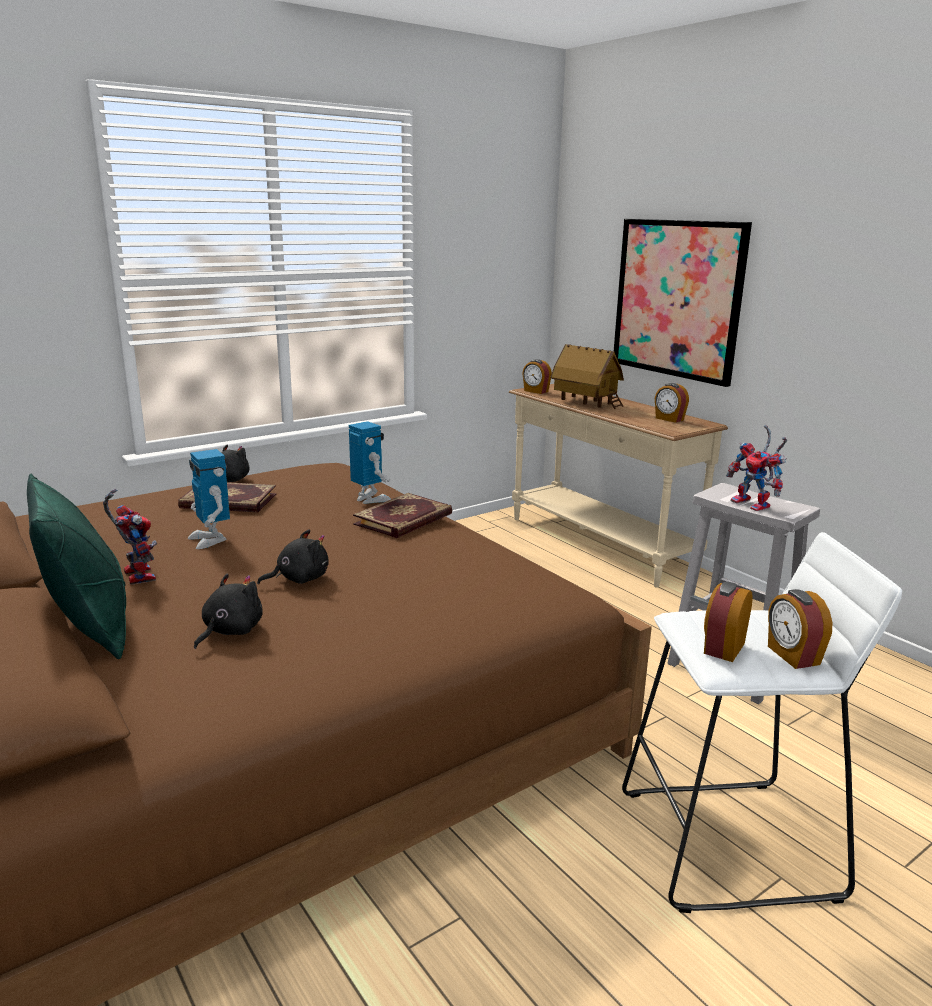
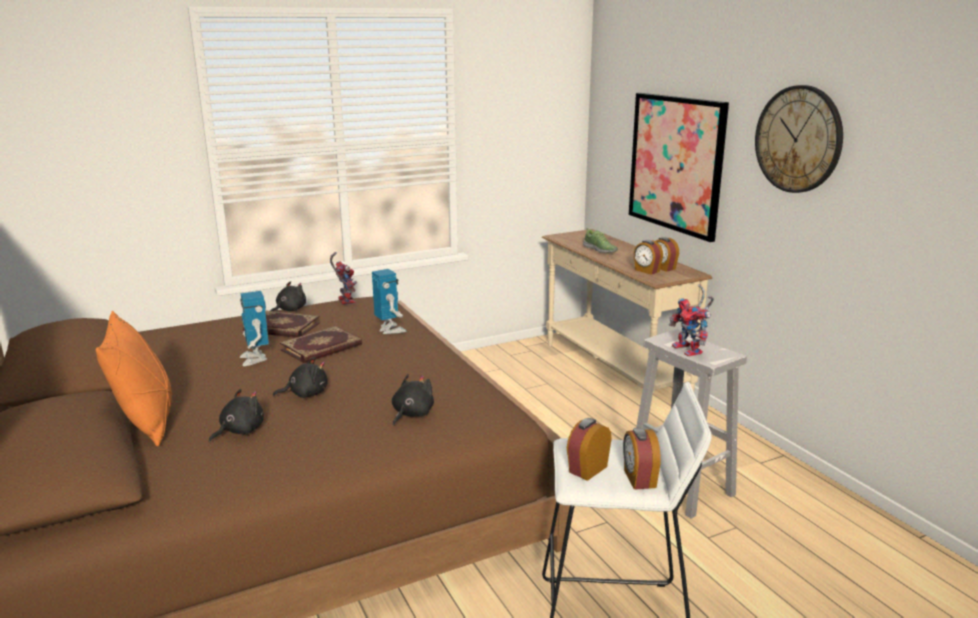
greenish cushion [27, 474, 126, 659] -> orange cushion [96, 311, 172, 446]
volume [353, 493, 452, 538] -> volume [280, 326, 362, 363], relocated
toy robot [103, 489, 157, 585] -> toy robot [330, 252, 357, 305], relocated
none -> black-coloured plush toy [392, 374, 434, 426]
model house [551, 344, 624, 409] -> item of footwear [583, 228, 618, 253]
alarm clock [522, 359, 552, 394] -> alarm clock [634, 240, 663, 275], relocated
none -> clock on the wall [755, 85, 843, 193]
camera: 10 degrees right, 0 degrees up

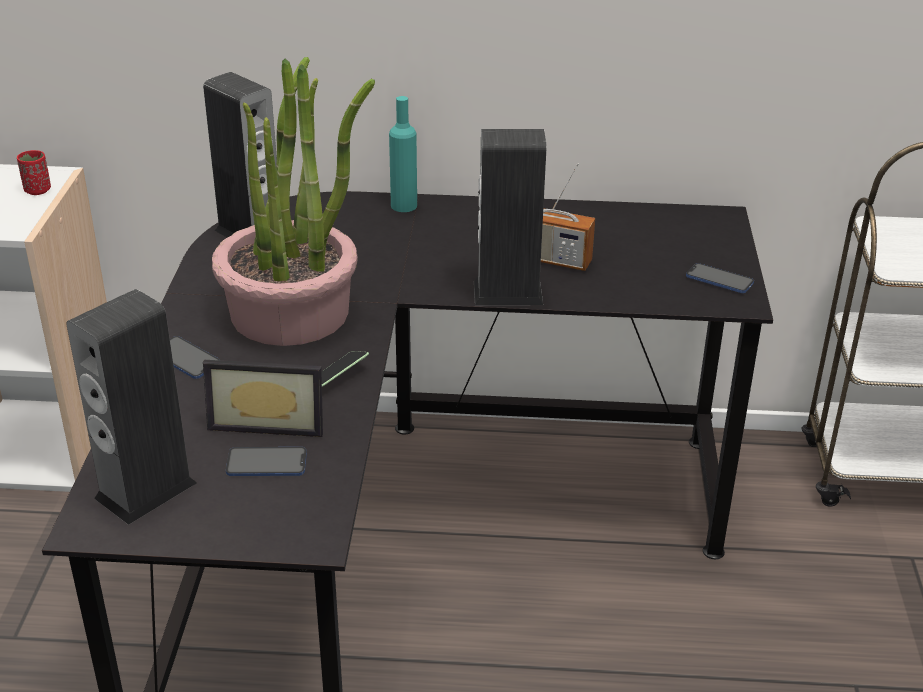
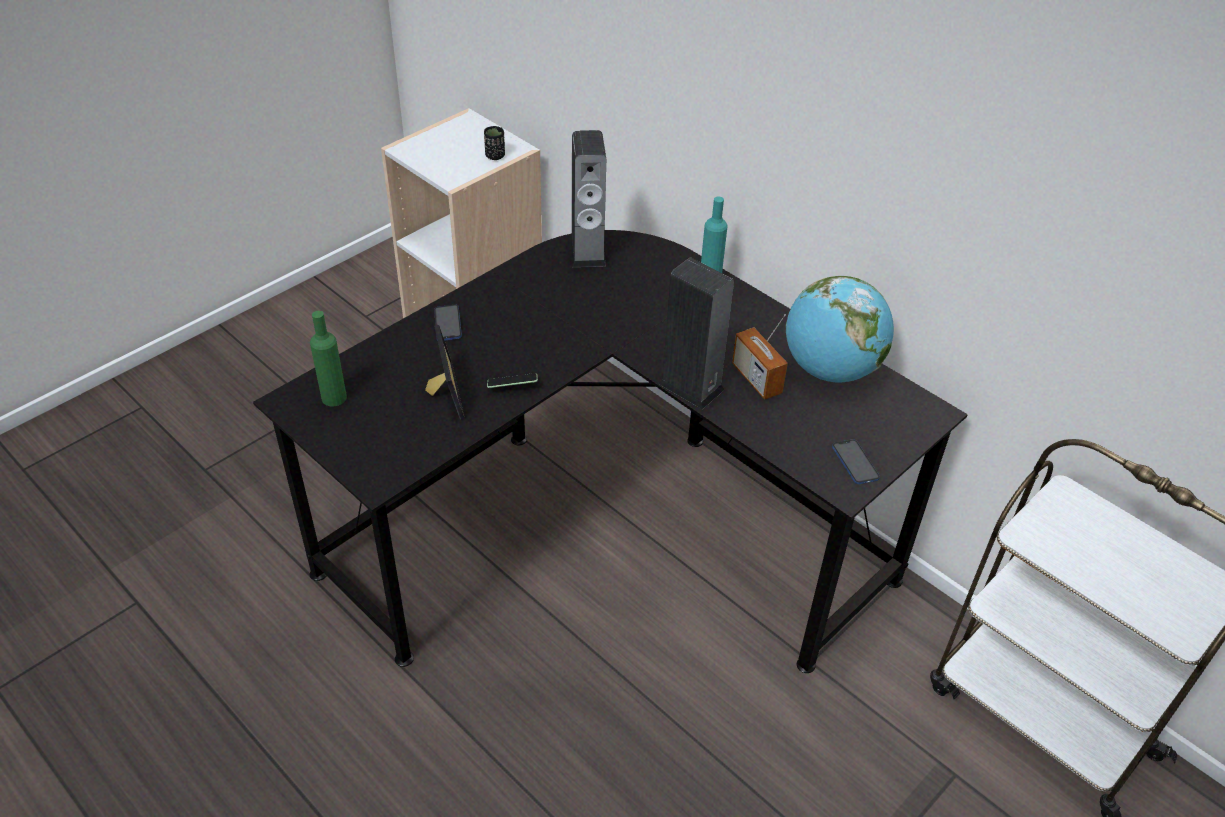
speaker [66, 289, 197, 525] -> greenish bottle [310, 311, 347, 406]
photo frame [203, 360, 323, 437] -> photo frame [425, 325, 464, 420], 150 degrees counterclockwise
red cup [17, 150, 51, 195] -> black-coloured cup [484, 126, 505, 160]
none -> world globe [785, 276, 894, 383]
potted plant [212, 57, 375, 346] -> none
phone [226, 447, 307, 476] -> none
camera: 40 degrees right, 10 degrees up

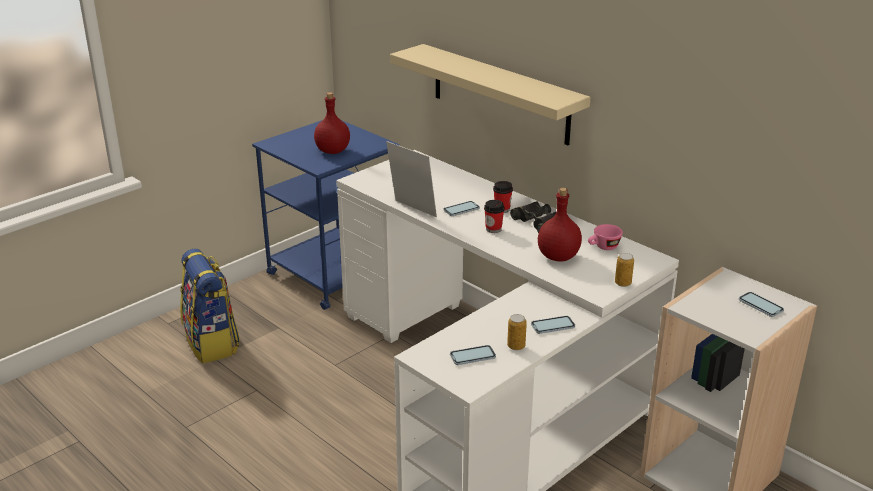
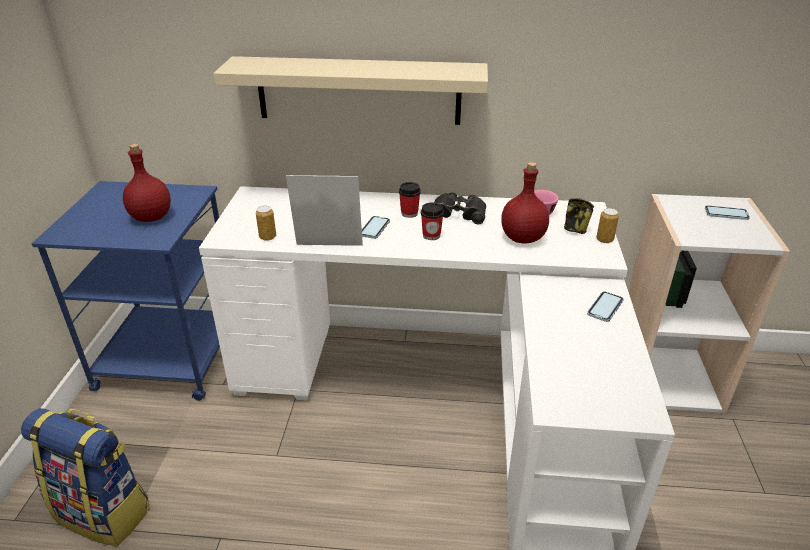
sealed can [507, 314, 527, 350] -> sealed can [256, 206, 276, 241], relocated
none -> tea mug [564, 198, 594, 234]
phone [450, 345, 496, 365] -> none
camera: 40 degrees left, 5 degrees up

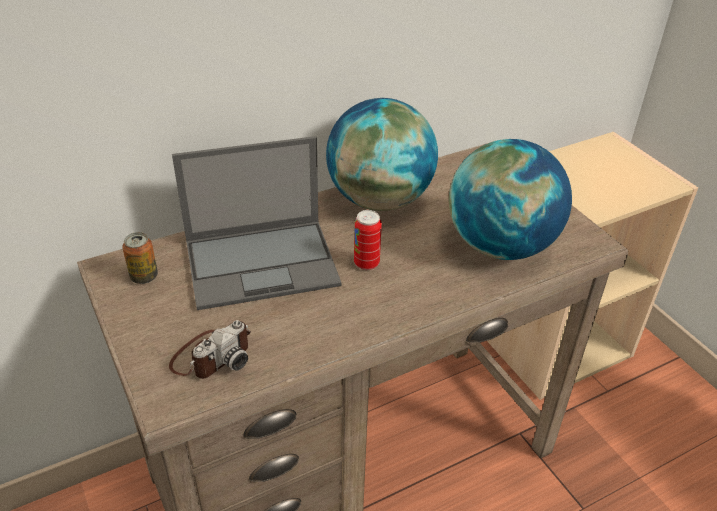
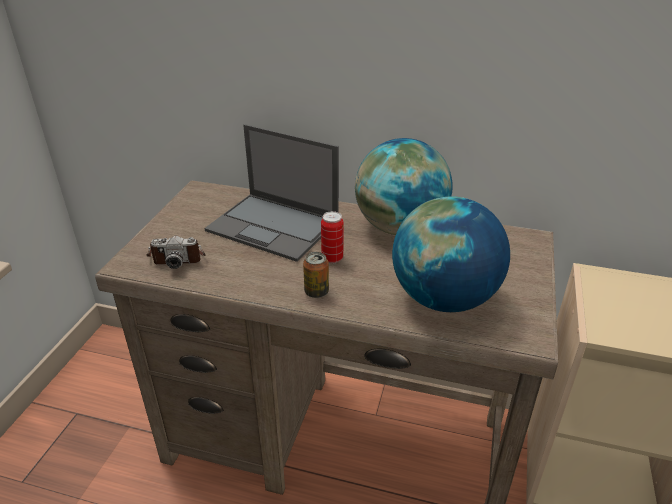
sealed can [122, 232, 158, 284] -> sealed can [303, 252, 329, 298], relocated
camera: 45 degrees right, 5 degrees down

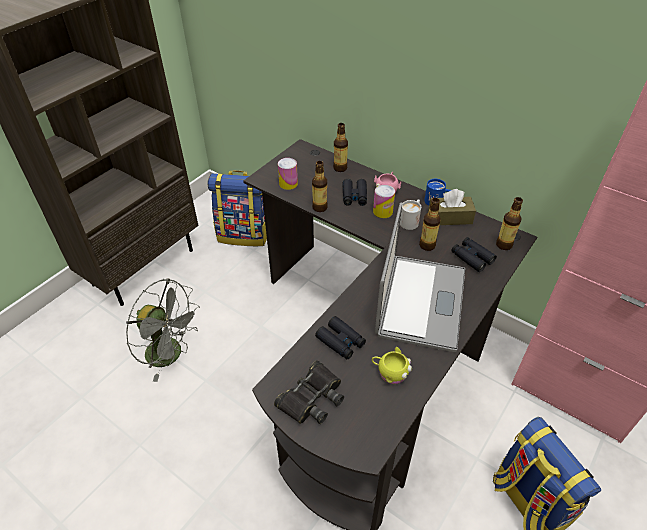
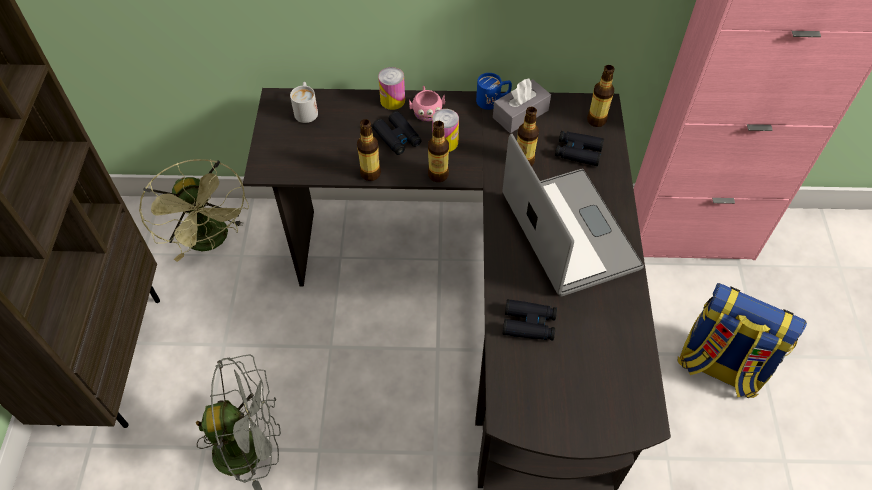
knapsack [208, 170, 267, 246] -> greenish cooling fan [139, 159, 249, 262]
white tea mug [400, 199, 421, 230] -> white tea mug [290, 82, 318, 123], relocated
sealed can [278, 158, 298, 190] -> sealed can [378, 67, 405, 110], relocated
bottle [333, 123, 348, 172] -> bottle [428, 121, 449, 182], relocated
brownish box of tissues [428, 189, 476, 225] -> grey box of tissues [493, 79, 551, 133]
black-coloured pair of binoculars [274, 360, 344, 424] -> none
yellowish tea mug [372, 347, 412, 384] -> none
camera: 35 degrees left, 10 degrees up

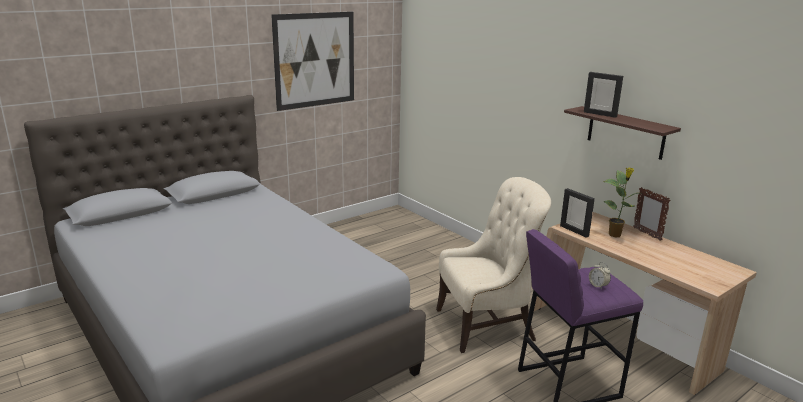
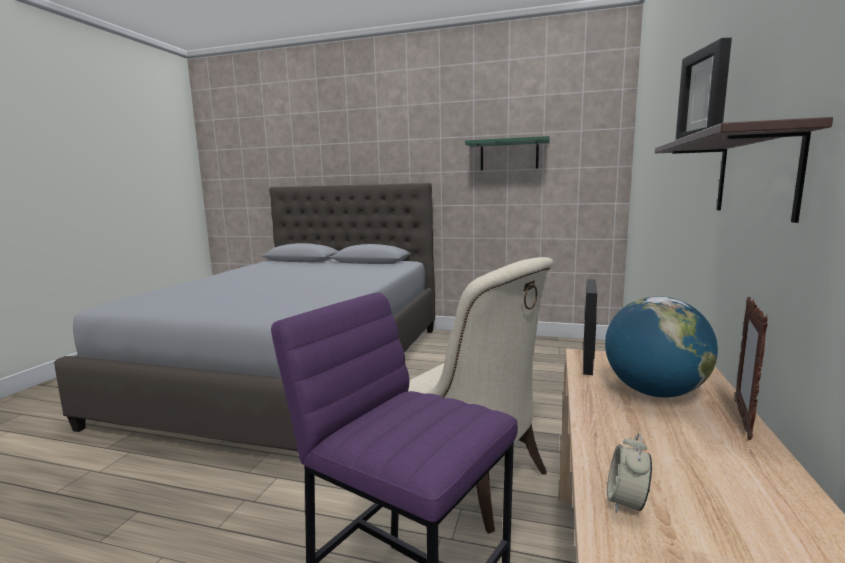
wall picture [271, 12, 354, 111] -> greenish bracket shelf [465, 136, 550, 170]
potted plant [603, 167, 644, 237] -> world globe [605, 296, 718, 398]
alarm clock [589, 262, 611, 290] -> alarm clock [607, 433, 652, 513], relocated
camera: 55 degrees right, 10 degrees down

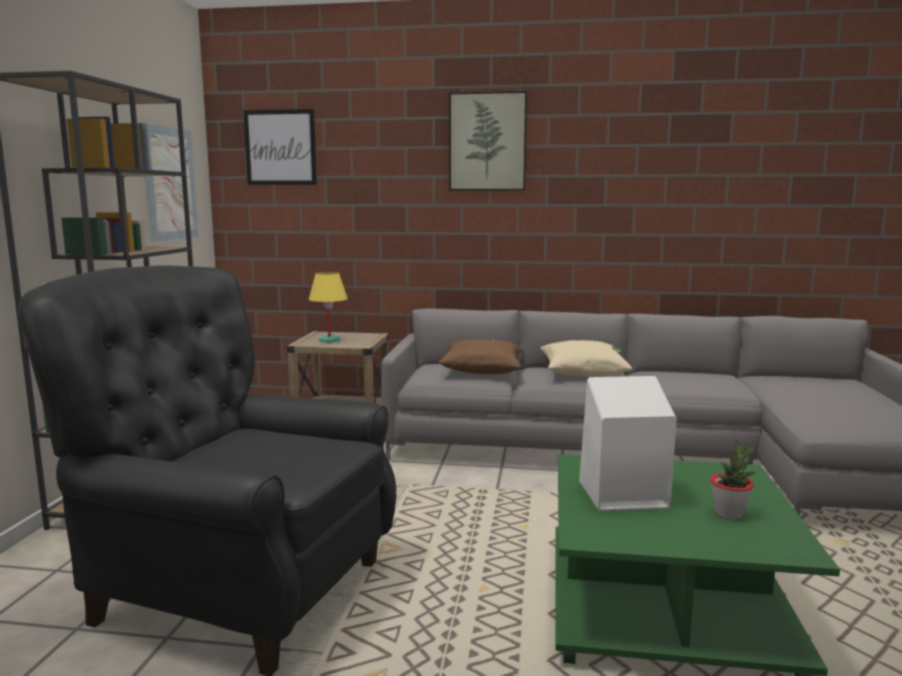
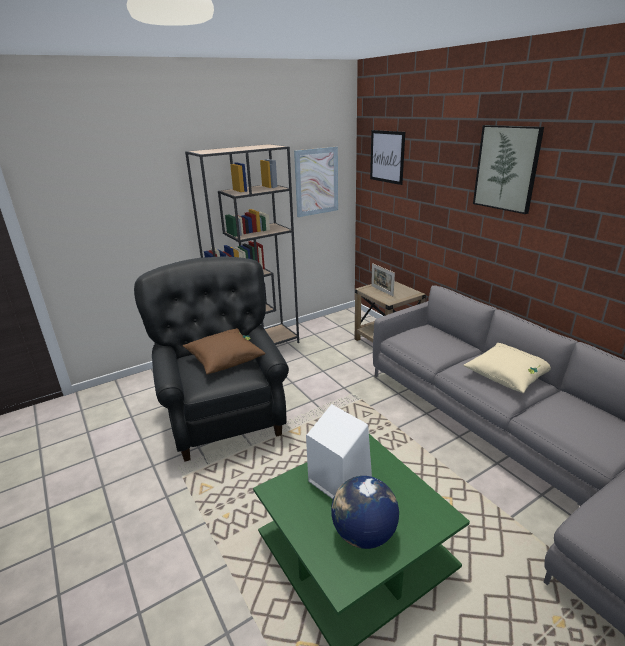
brownish cushion [438, 338, 523, 374] -> brownish cushion [183, 328, 266, 374], relocated
potted plant [710, 440, 756, 519] -> world globe [331, 476, 399, 549]
yellowish table lamp [309, 272, 348, 343] -> photo frame [371, 263, 395, 296]
camera: 50 degrees right, 15 degrees up

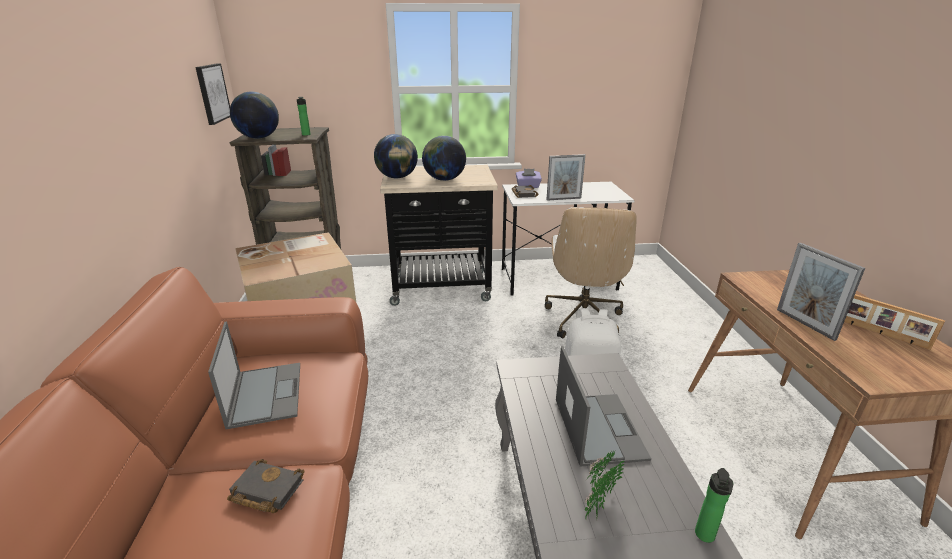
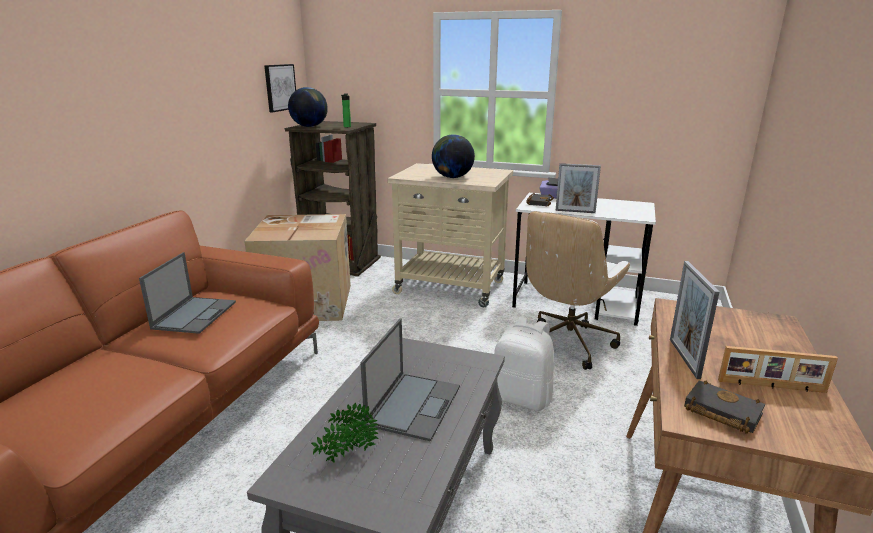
black-coloured cart [380, 165, 498, 306] -> sand-coloured cart [388, 163, 513, 307]
black-coloured volume [227, 459, 304, 513] -> black-coloured volume [684, 381, 765, 434], relocated
photo frame [844, 294, 945, 350] -> photo frame [718, 346, 838, 393], 60 degrees counterclockwise
world globe [374, 134, 418, 178] -> none
bottle [695, 468, 734, 543] -> none
camera: 25 degrees right, 5 degrees down

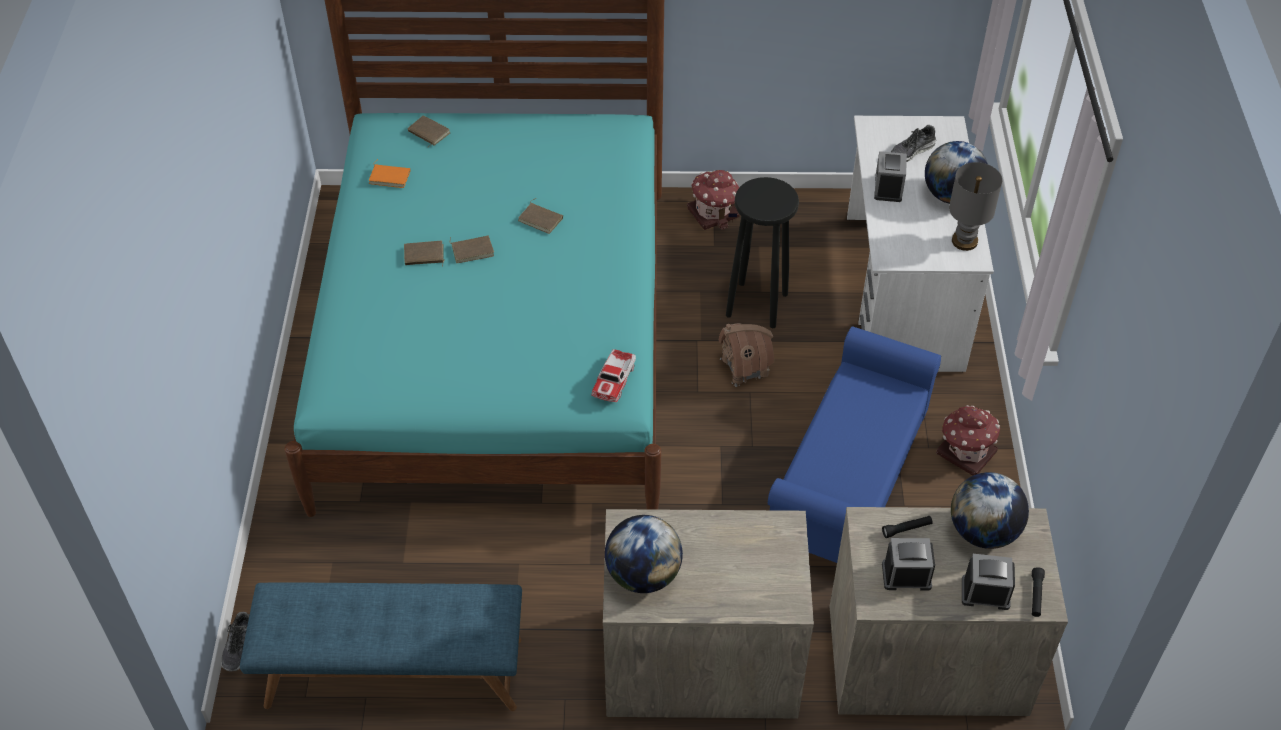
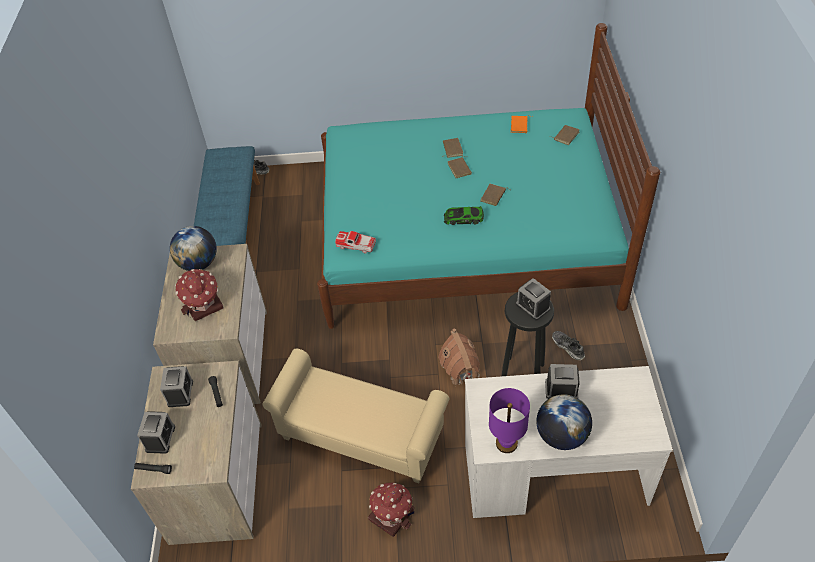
model house [687, 170, 740, 230] -> model house [175, 269, 224, 321], relocated
blue pouffe [768, 326, 941, 563] -> sand-coloured pouffe [262, 349, 449, 483]
none -> model car [444, 206, 484, 225]
grey table lamp [949, 162, 1002, 251] -> purple-coloured table lamp [489, 388, 530, 453]
none -> alarm clock [516, 278, 551, 320]
item of footwear [891, 125, 936, 162] -> item of footwear [552, 331, 585, 360], relocated
world globe [951, 472, 1029, 549] -> none
camera: 90 degrees right, 0 degrees up

